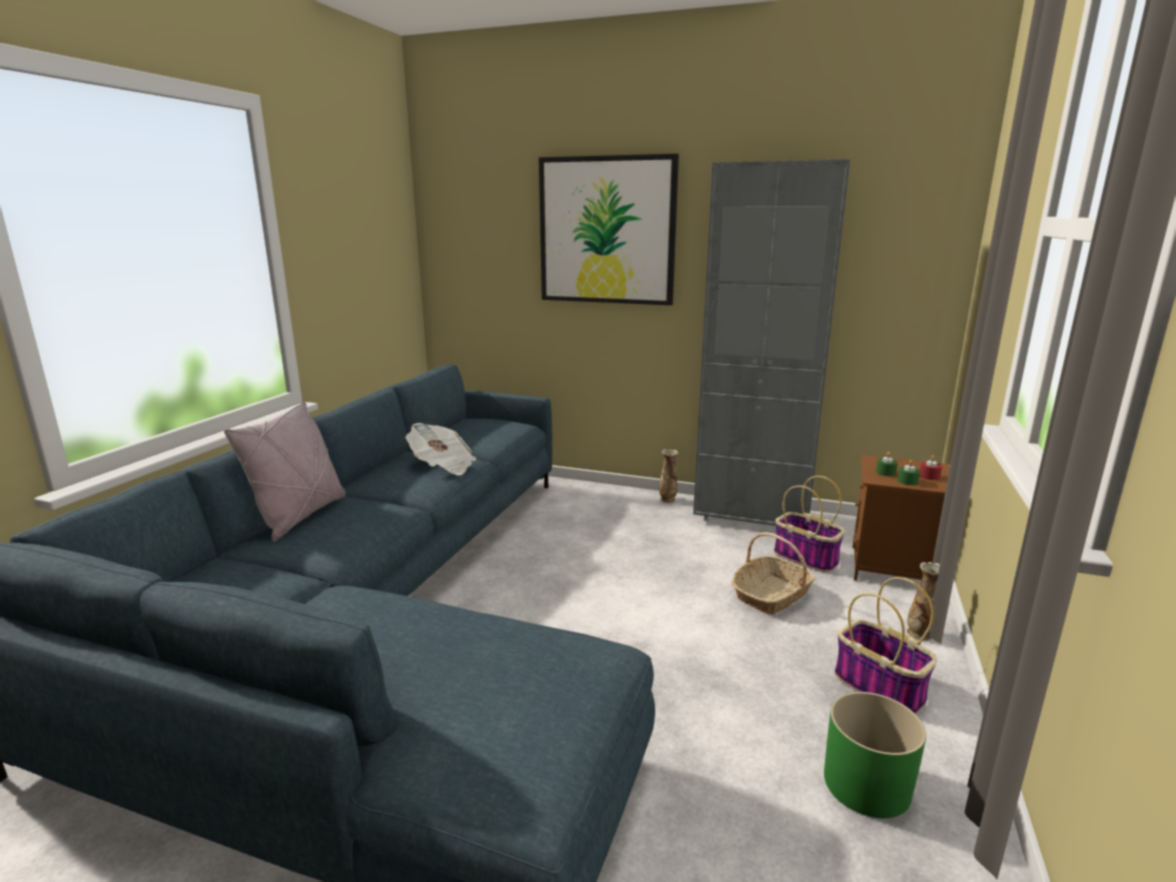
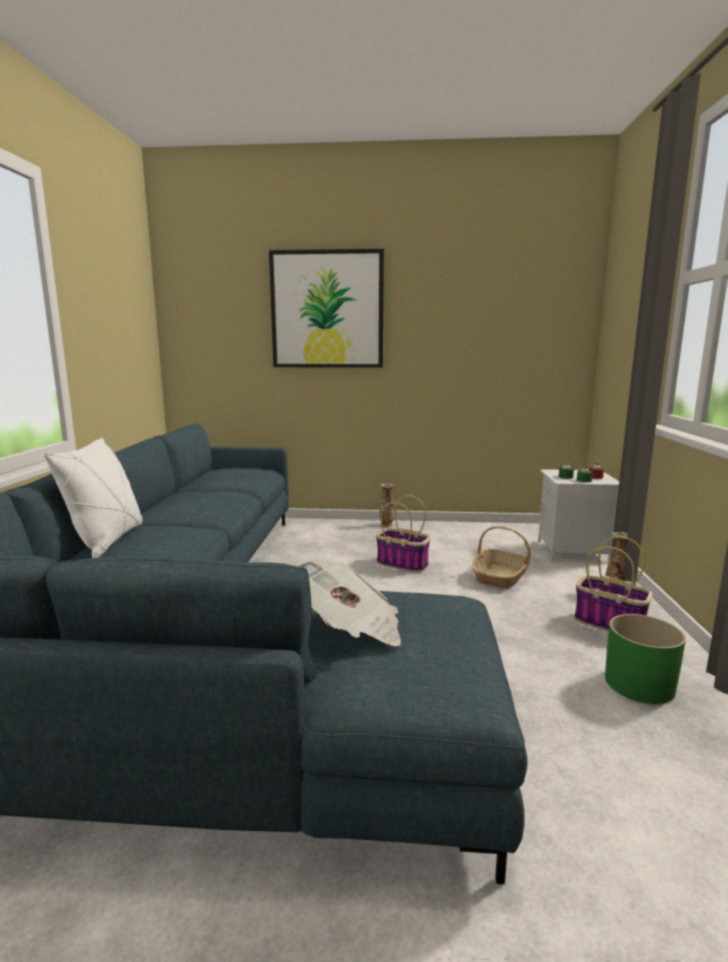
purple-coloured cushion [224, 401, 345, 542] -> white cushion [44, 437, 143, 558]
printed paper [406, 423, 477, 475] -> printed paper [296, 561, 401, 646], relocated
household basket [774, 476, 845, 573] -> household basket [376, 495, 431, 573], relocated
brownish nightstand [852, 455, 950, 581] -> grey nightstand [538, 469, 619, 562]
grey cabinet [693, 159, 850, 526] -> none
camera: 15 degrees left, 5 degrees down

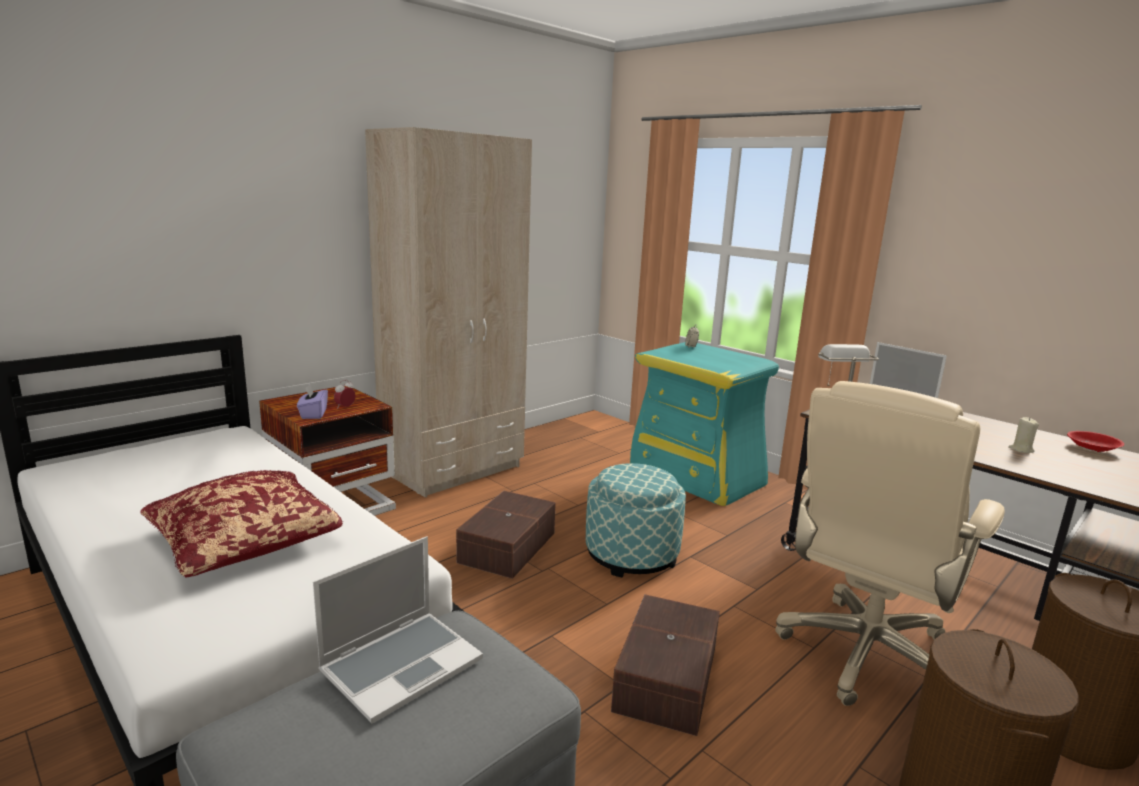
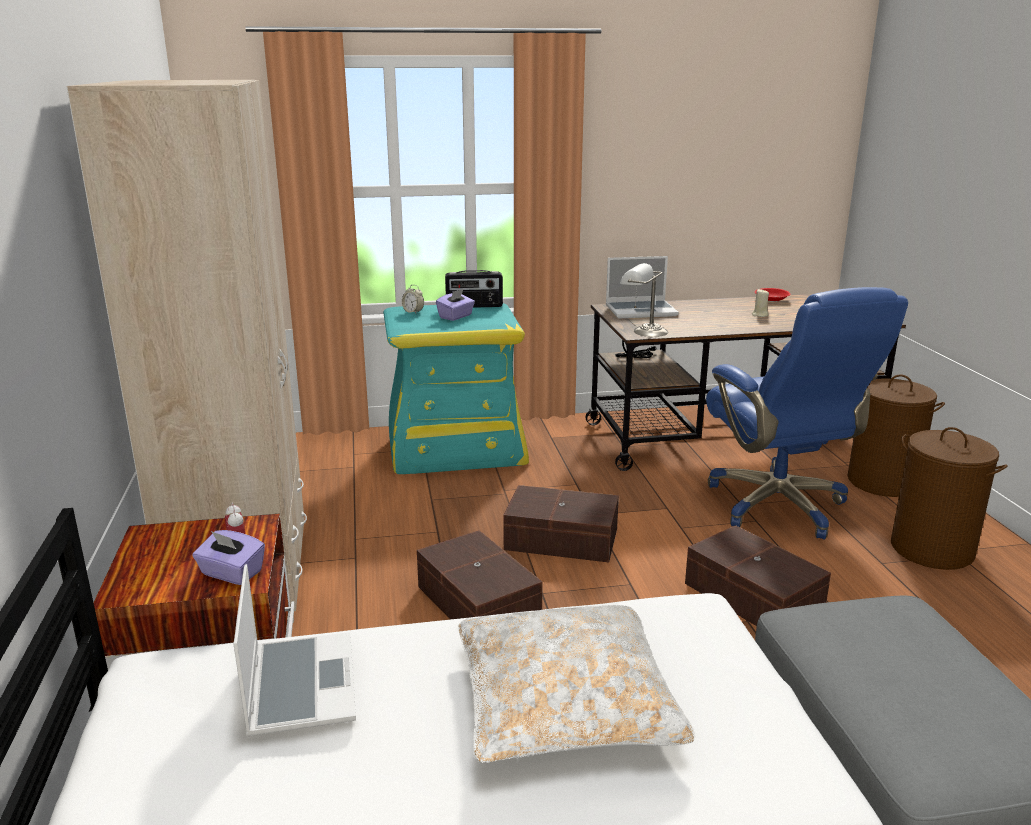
notebook computer [313, 536, 483, 723] -> notebook computer [234, 564, 356, 736], relocated
none -> purple-coloured box of tissues [436, 289, 475, 321]
none -> radio [445, 270, 503, 308]
red cushion [140, 470, 343, 578] -> white cushion [457, 605, 695, 763]
pouffe [586, 463, 686, 578] -> brownish storage container [503, 485, 619, 562]
sand-coloured computer chair [776, 381, 1005, 706] -> blue computer chair [706, 287, 908, 540]
camera: 55 degrees left, 5 degrees up

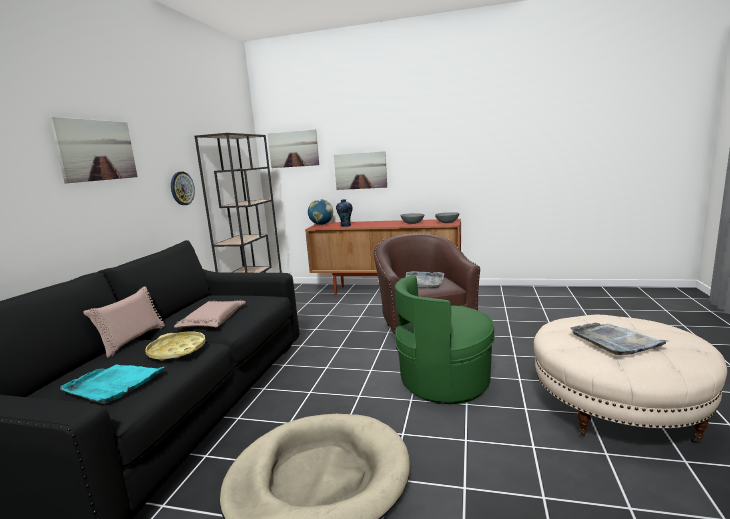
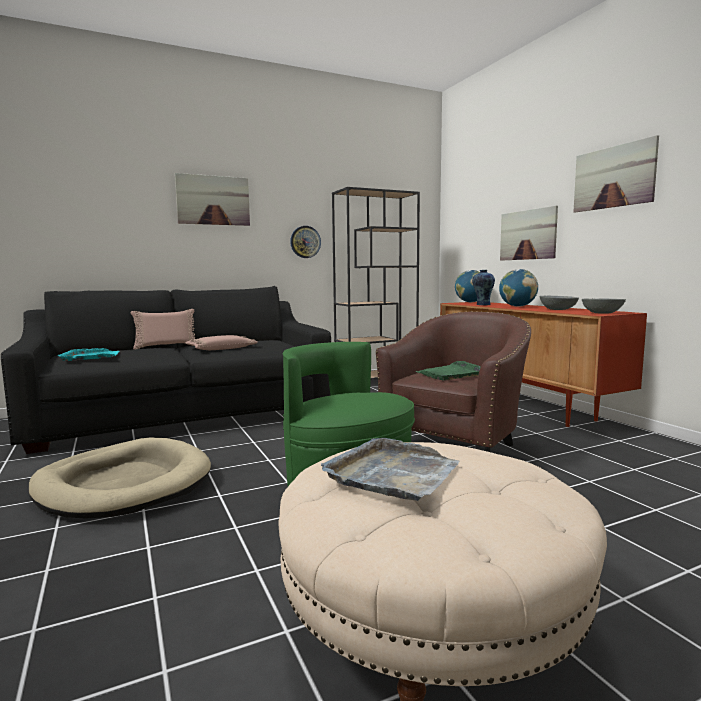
grey carrying tray [406, 271, 444, 288] -> greenish carrying tray [415, 361, 481, 381]
none -> world globe [499, 269, 538, 307]
wall picture [268, 129, 319, 168] -> wall picture [573, 135, 659, 213], relocated
yellowish carrying tray [145, 332, 206, 361] -> none
camera: 50 degrees right, 5 degrees down

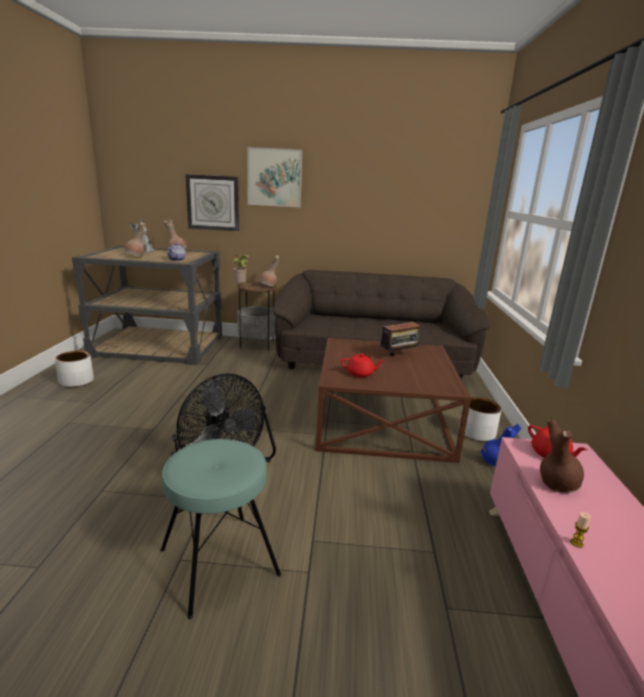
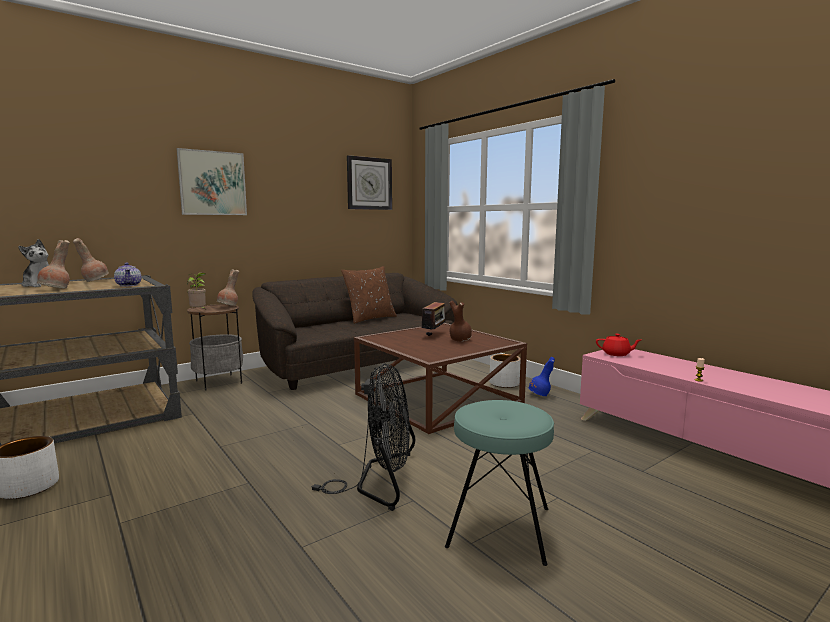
none -> brownish cushion [341, 266, 397, 324]
clock on the wall [185, 174, 239, 231] -> clock on the wall [347, 155, 392, 210], relocated
brownish vase [540, 419, 584, 493] -> brownish vase [449, 301, 472, 342], relocated
red pot for tea [341, 353, 385, 377] -> none
camera: 40 degrees left, 10 degrees down

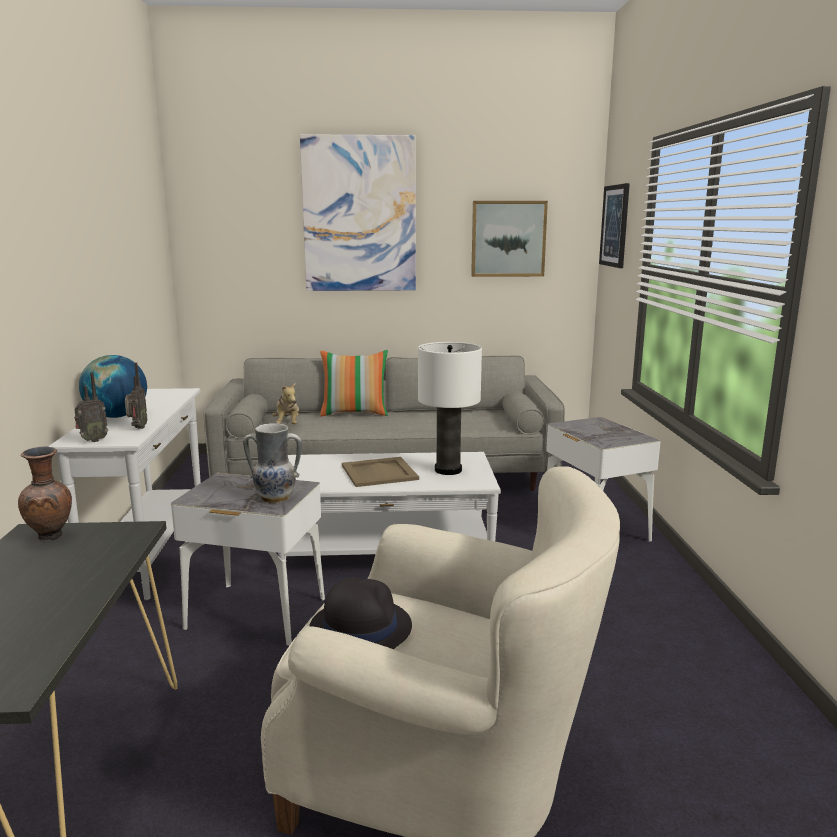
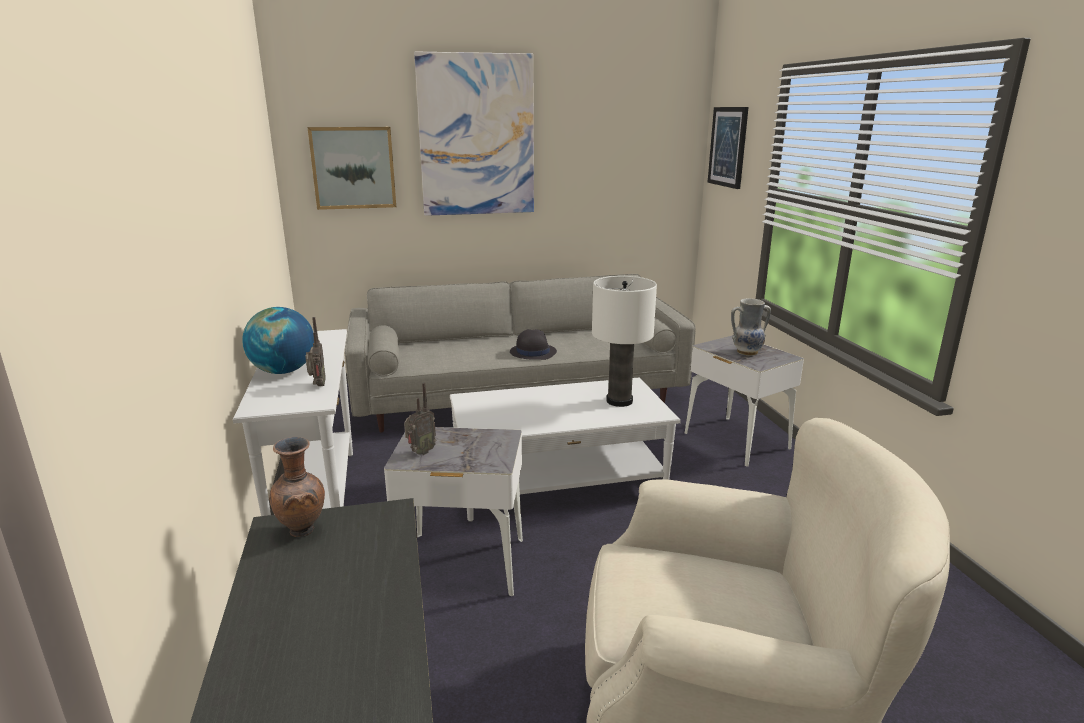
wall picture [471, 201, 548, 277] -> wall picture [307, 127, 396, 210], relocated
radio [74, 372, 108, 442] -> radio [404, 383, 436, 455], relocated
black-coloured clothing hat [309, 577, 412, 649] -> black-coloured clothing hat [510, 329, 557, 360], relocated
vase [243, 423, 302, 503] -> vase [731, 298, 771, 356], relocated
plush toy [272, 382, 299, 424] -> none
cushion [320, 350, 388, 417] -> none
sand-coloured carrying tray [342, 457, 419, 487] -> none
camera: 10 degrees left, 5 degrees up

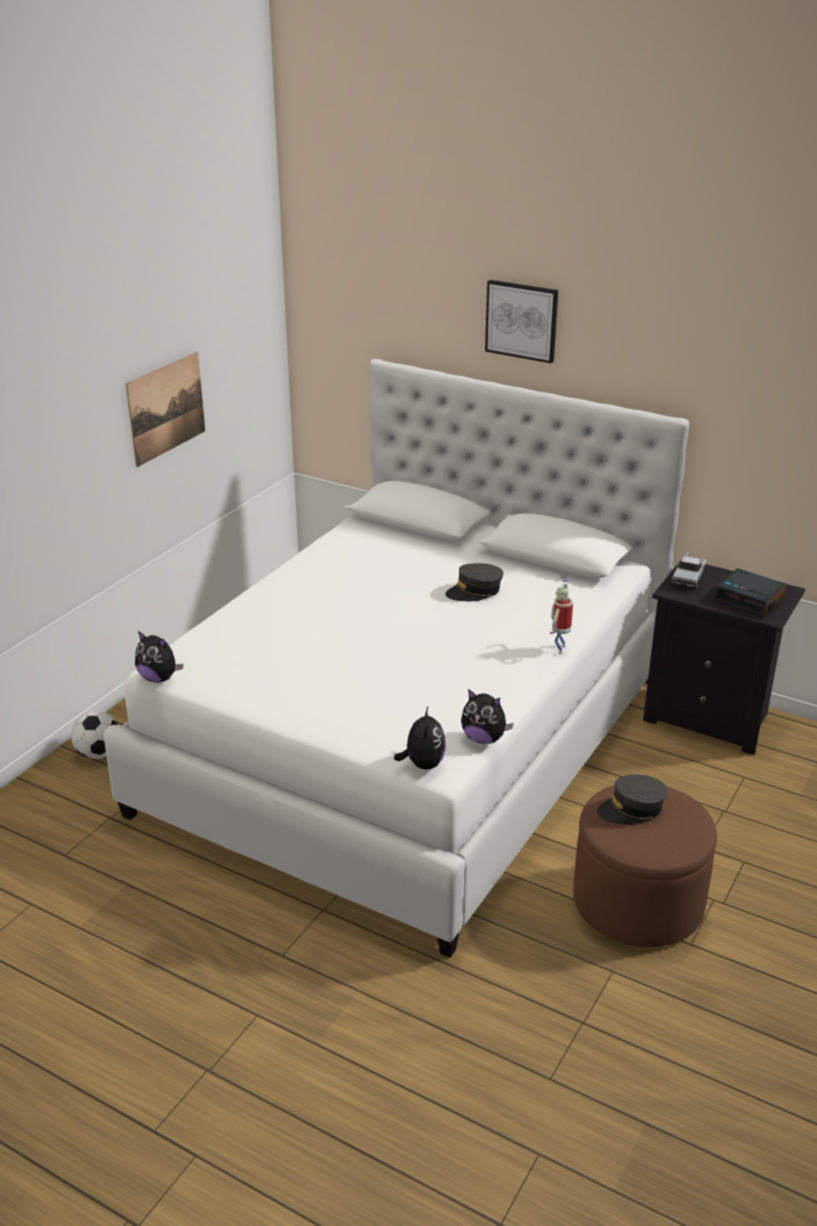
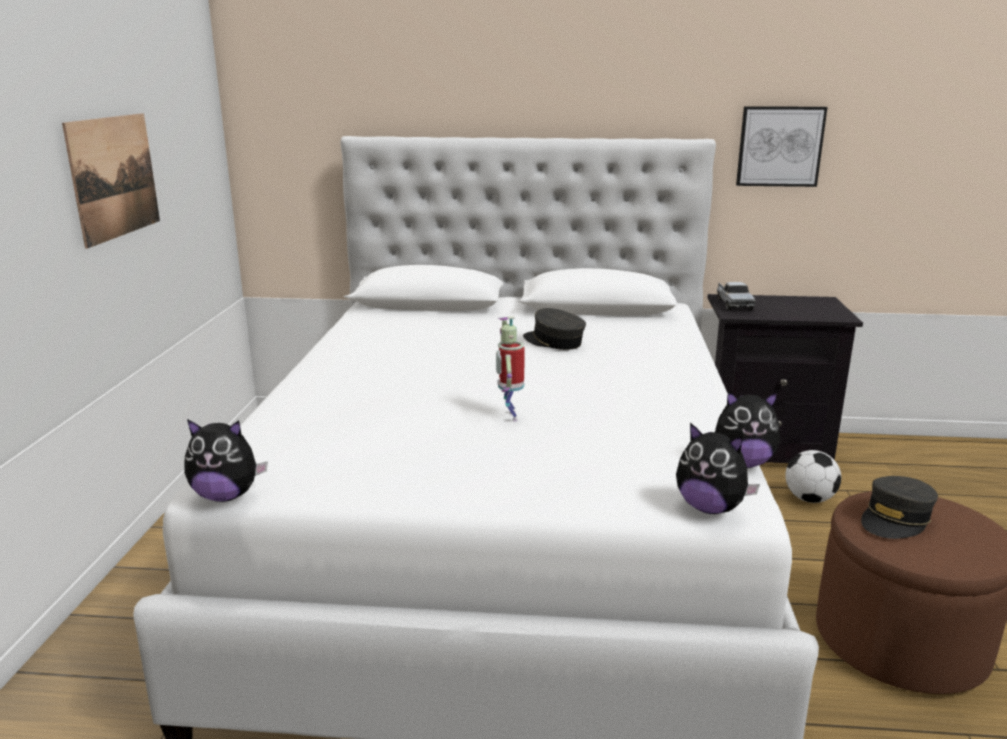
toy robot [550, 578, 573, 654] -> toy robot [496, 316, 525, 421], relocated
grey baseball cap [445, 563, 503, 601] -> grey baseball cap [523, 308, 586, 350], 90 degrees clockwise
plush toy [394, 707, 446, 770] -> plush toy [676, 423, 760, 514], 150 degrees clockwise
wall picture [485, 280, 558, 363] -> wall picture [736, 106, 827, 187], relocated
football ball [71, 711, 118, 759] -> football ball [785, 450, 841, 503], relocated
alarm clock [714, 568, 787, 617] -> none
camera: 25 degrees left, 10 degrees down

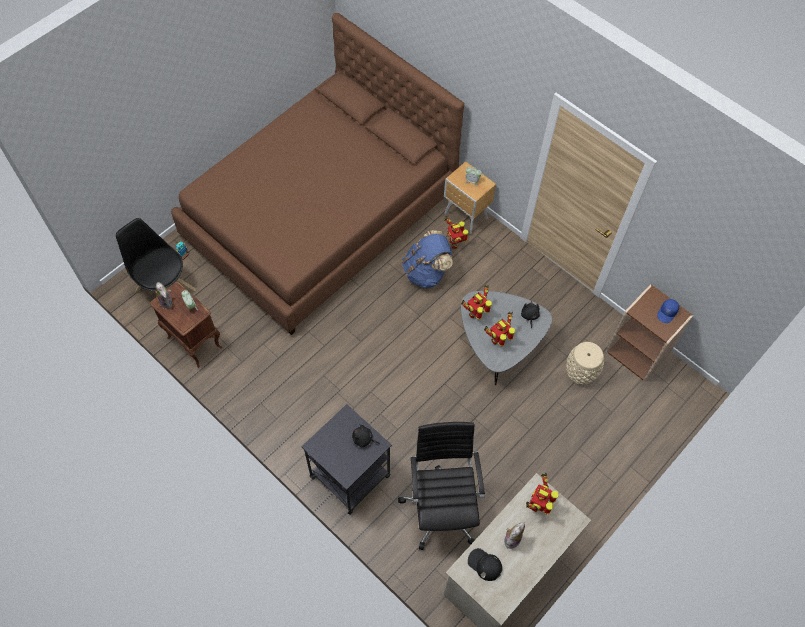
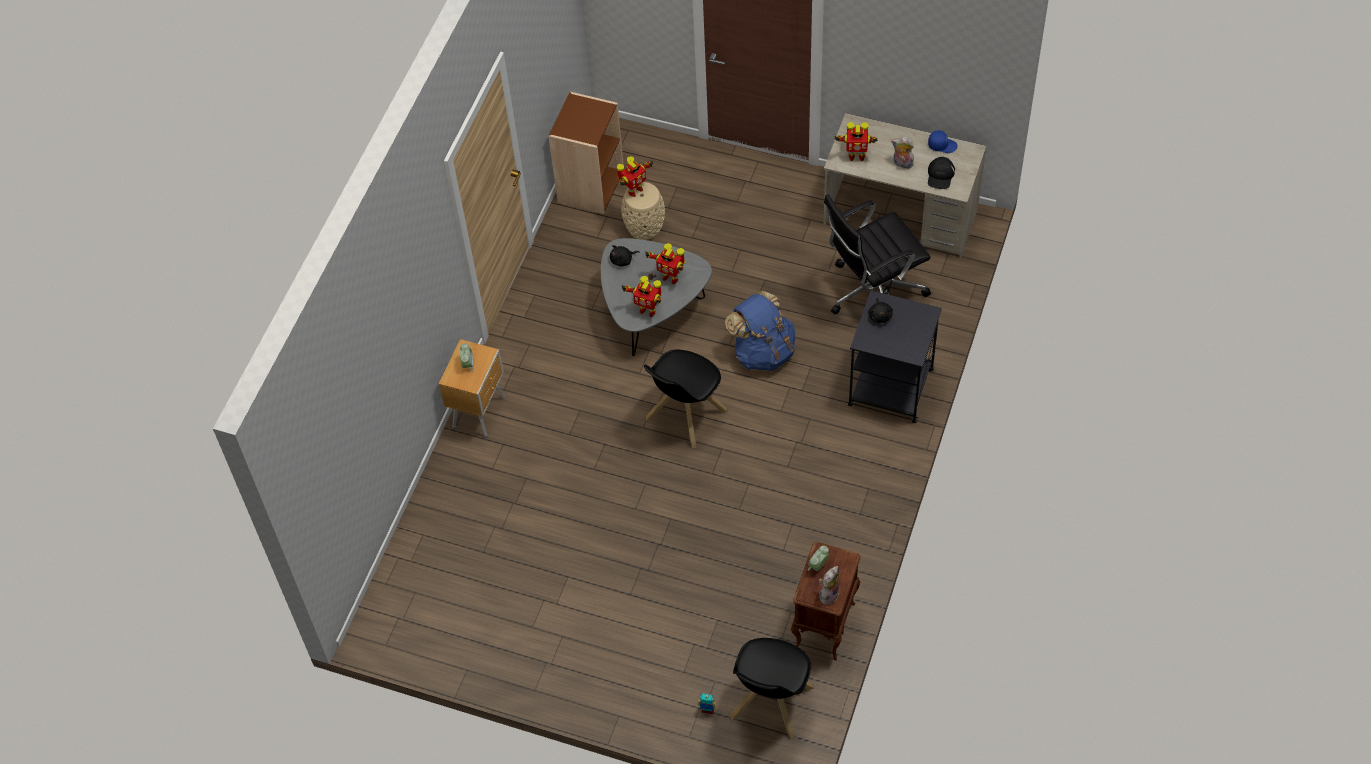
toy robot [444, 216, 468, 249] -> toy robot [617, 156, 653, 197], relocated
none -> black-coloured plain chair [644, 350, 728, 449]
blue knapsack [402, 230, 453, 288] -> blue knapsack [725, 290, 795, 371], relocated
blue baseball cap [657, 299, 679, 323] -> blue baseball cap [928, 130, 958, 153], relocated
brownish bed [171, 13, 464, 335] -> none
camera: 110 degrees left, 5 degrees down

